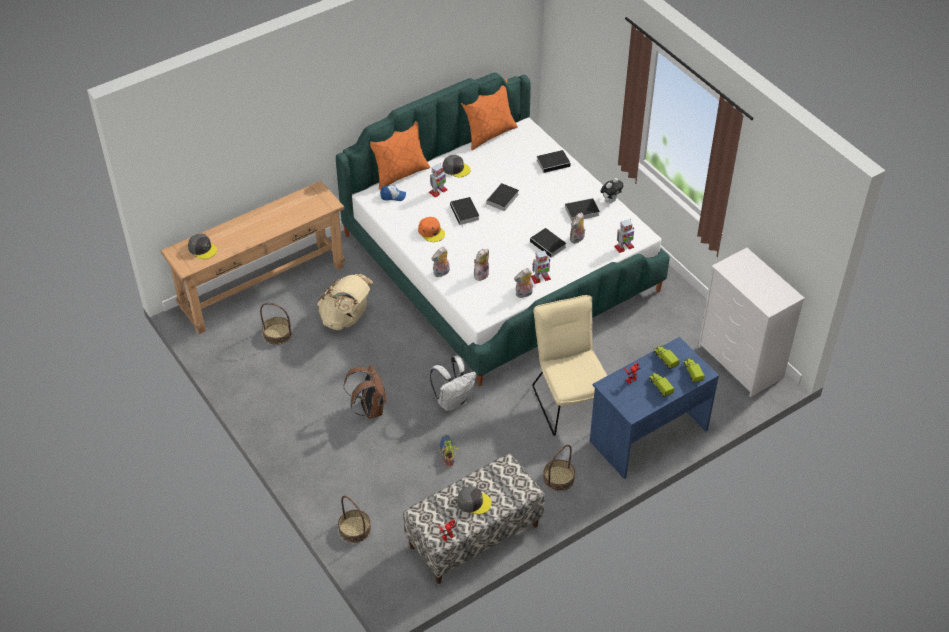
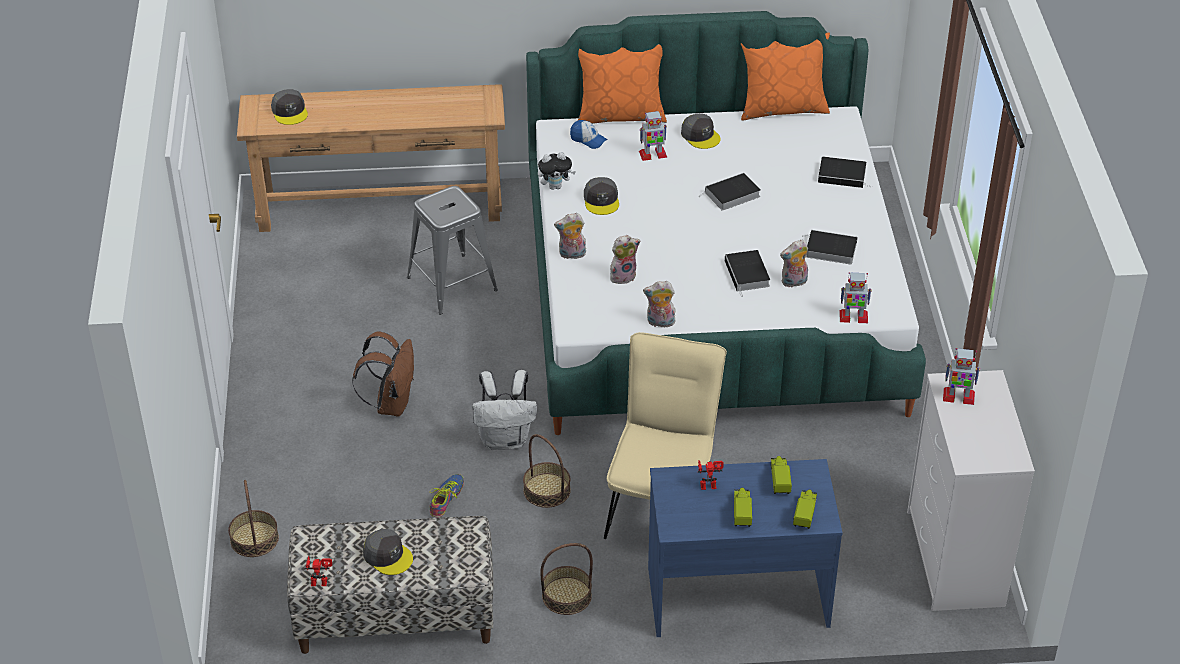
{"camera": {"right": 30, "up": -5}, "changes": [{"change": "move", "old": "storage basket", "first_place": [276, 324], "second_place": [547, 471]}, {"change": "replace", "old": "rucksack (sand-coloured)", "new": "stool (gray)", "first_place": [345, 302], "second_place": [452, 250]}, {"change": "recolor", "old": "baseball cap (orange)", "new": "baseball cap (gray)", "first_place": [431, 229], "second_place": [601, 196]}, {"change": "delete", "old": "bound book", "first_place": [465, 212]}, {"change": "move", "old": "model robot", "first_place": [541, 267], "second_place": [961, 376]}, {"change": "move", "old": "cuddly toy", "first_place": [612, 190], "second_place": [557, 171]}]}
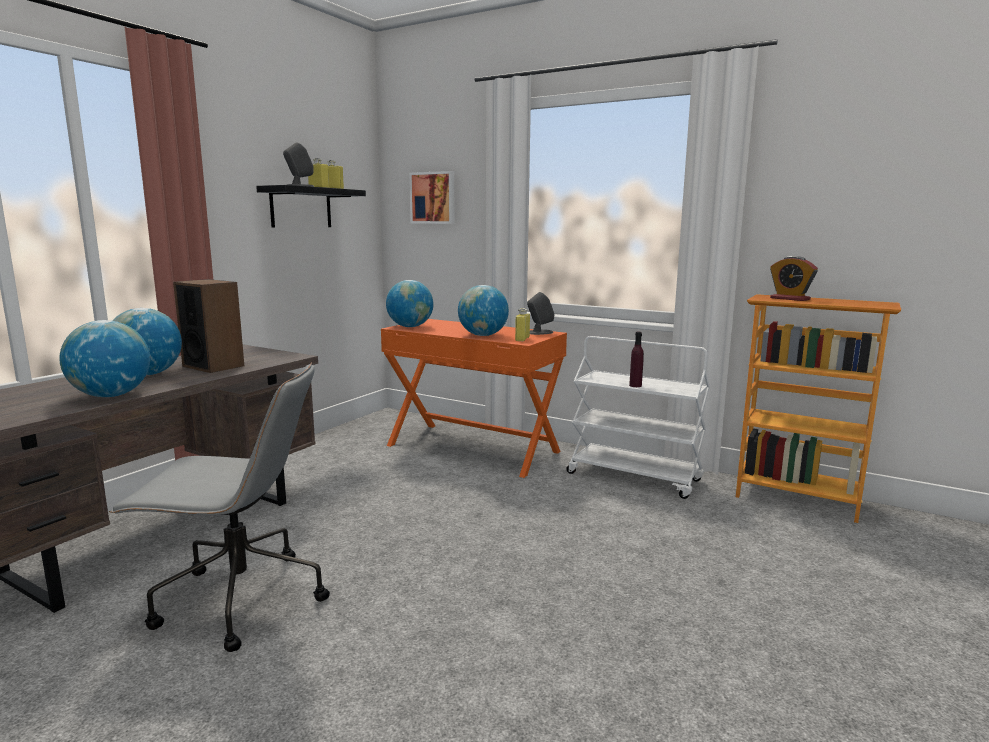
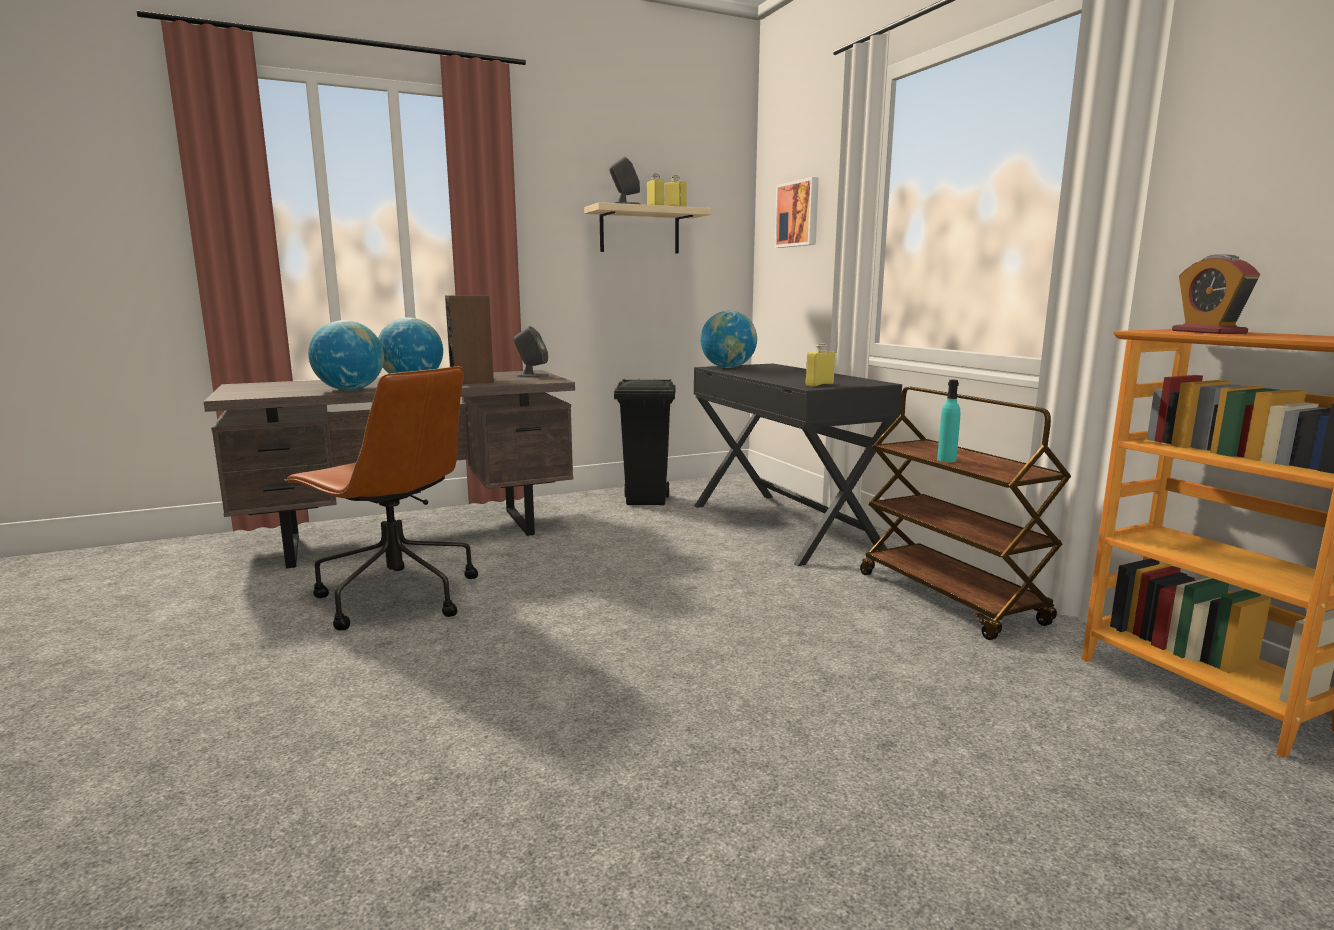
{"camera": {"right": 35, "up": 0}, "changes": [{"change": "recolor", "old": "desk chair (gray)", "new": "desk chair (brownish)", "first_place": [219, 507], "second_place": [381, 498]}, {"change": "recolor", "old": "bracket shelf (black-coloured)", "new": "bracket shelf (sand-coloured)", "first_place": [311, 206], "second_place": [647, 228]}, {"change": "recolor", "old": "desk (orange)", "new": "desk (black-coloured)", "first_place": [474, 398], "second_place": [798, 465]}, {"change": "delete", "old": "globe", "first_place": [483, 310]}, {"change": "move", "old": "loudspeaker (gray)", "first_place": [540, 313], "second_place": [531, 351]}, {"change": "recolor", "old": "wheeled cart (white-coloured)", "new": "wheeled cart (brownish)", "first_place": [638, 417], "second_place": [965, 513]}, {"change": "recolor", "old": "bottle (purple-coloured)", "new": "bottle (blue-green)", "first_place": [636, 359], "second_place": [948, 421]}, {"change": "insert", "new": "trash can (black-coloured)", "second_place": [645, 442]}]}
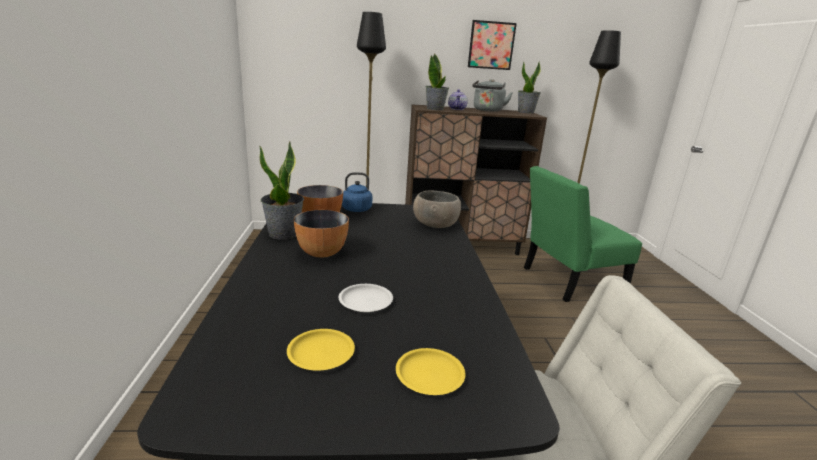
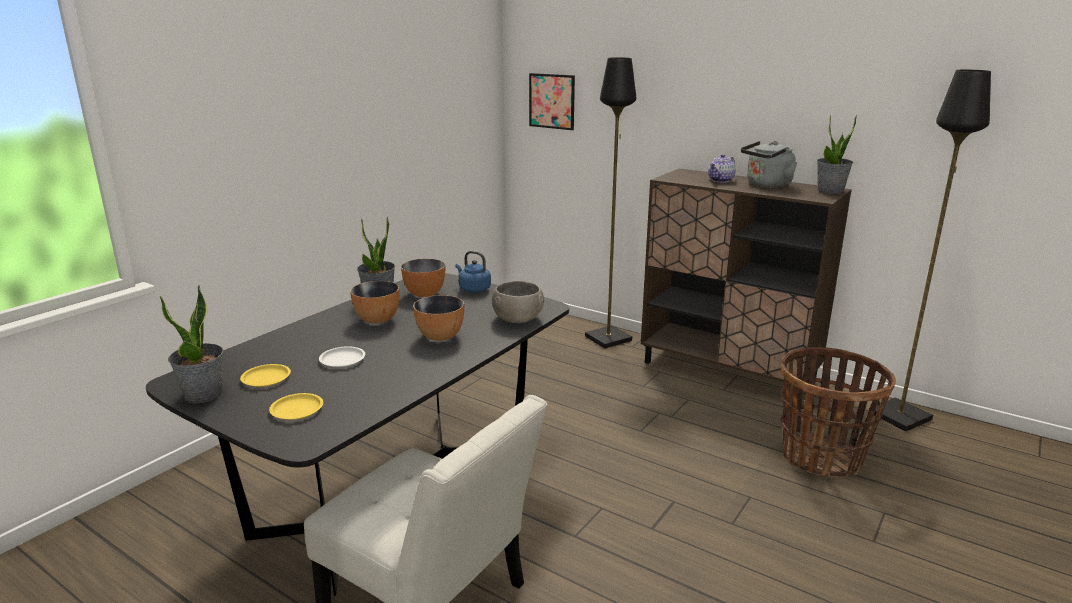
{"camera": {"right": 40, "up": 0}, "changes": [{"change": "move", "old": "houseplant", "first_place": [437, 82], "second_place": [192, 344]}, {"change": "move", "old": "wall art", "first_place": [492, 45], "second_place": [552, 101]}, {"change": "replace", "old": "chair (greenish)", "new": "storage basket", "first_place": [583, 234], "second_place": [838, 412]}, {"change": "insert", "new": "bowl", "second_place": [438, 318]}]}
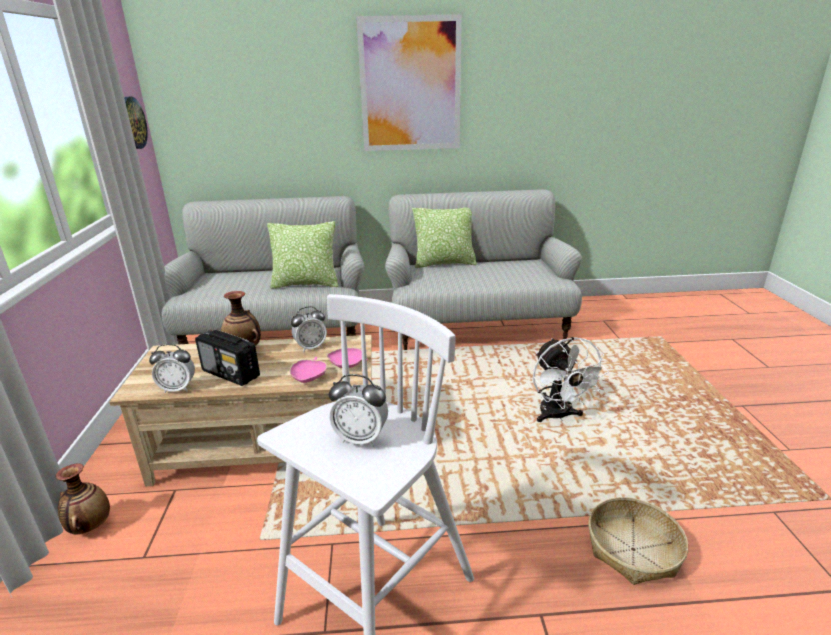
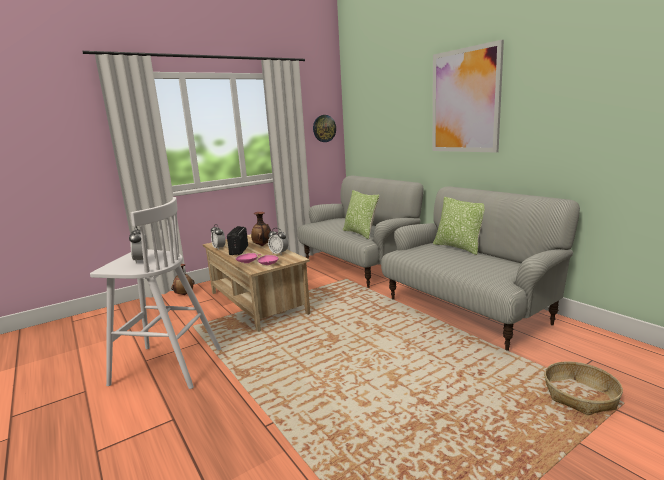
{"camera": {"right": 60, "up": -10}, "changes": [{"change": "delete", "old": "cooling fan (white-coloured)", "first_place": [571, 379]}, {"change": "move", "old": "storage basket", "first_place": [638, 541], "second_place": [583, 388]}]}
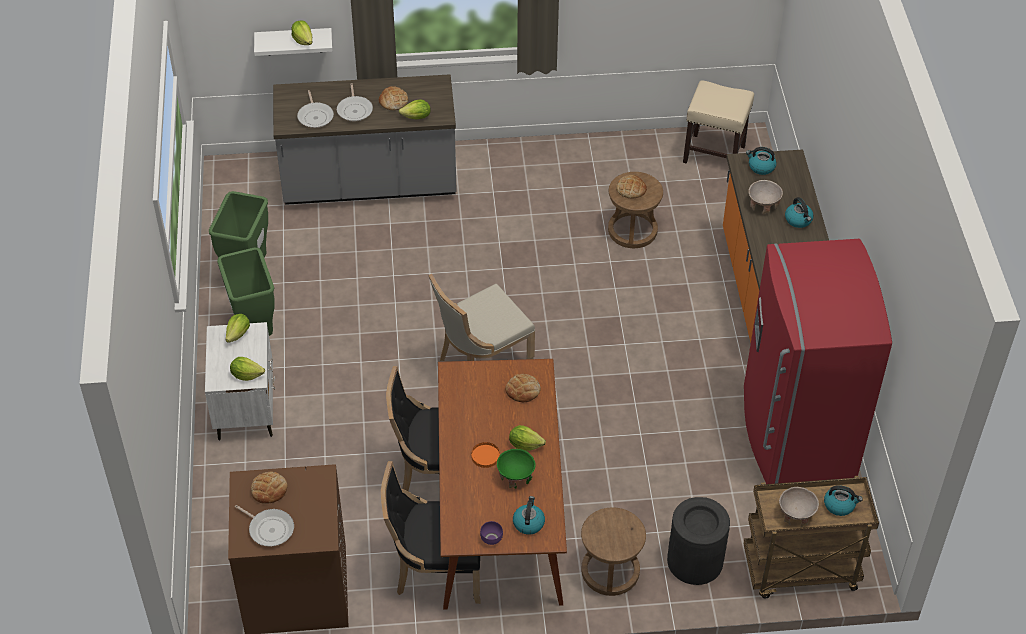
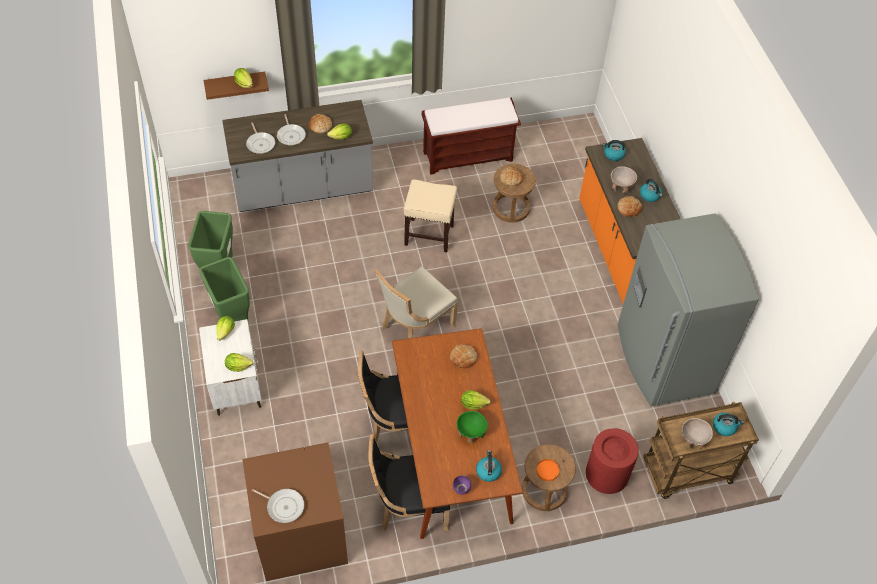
{"camera": {"right": -10, "up": 5}, "changes": [{"change": "move", "old": "bakery bread", "first_place": [269, 487], "second_place": [630, 206]}, {"change": "recolor", "old": "bracket shelf (white-coloured)", "new": "bracket shelf (brownish)", "first_place": [293, 42], "second_place": [236, 85]}, {"change": "move", "old": "dinner plate (orange)", "first_place": [485, 455], "second_place": [547, 470]}, {"change": "recolor", "old": "trash can (black-coloured)", "new": "trash can (red)", "first_place": [698, 541], "second_place": [612, 461]}, {"change": "move", "old": "stool (sand-coloured)", "first_place": [718, 121], "second_place": [430, 215]}, {"change": "recolor", "old": "fridge (red)", "new": "fridge (gray)", "first_place": [818, 361], "second_place": [688, 310]}, {"change": "insert", "new": "long seat (brownish)", "second_place": [471, 136]}]}
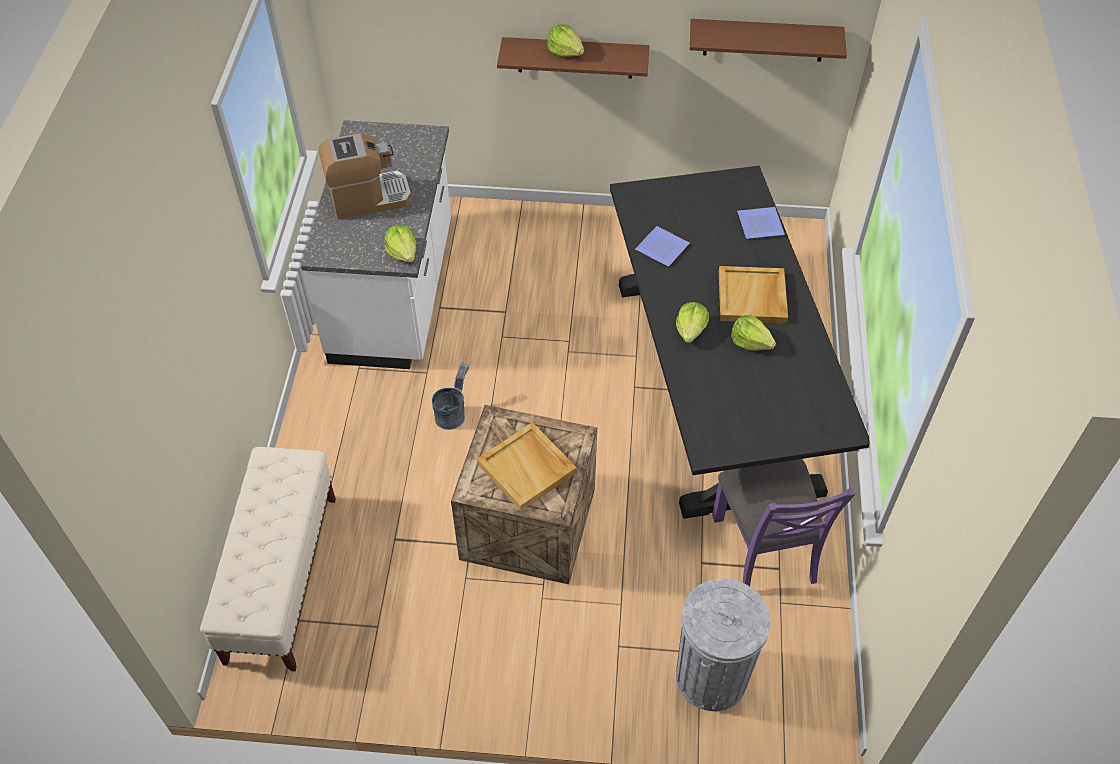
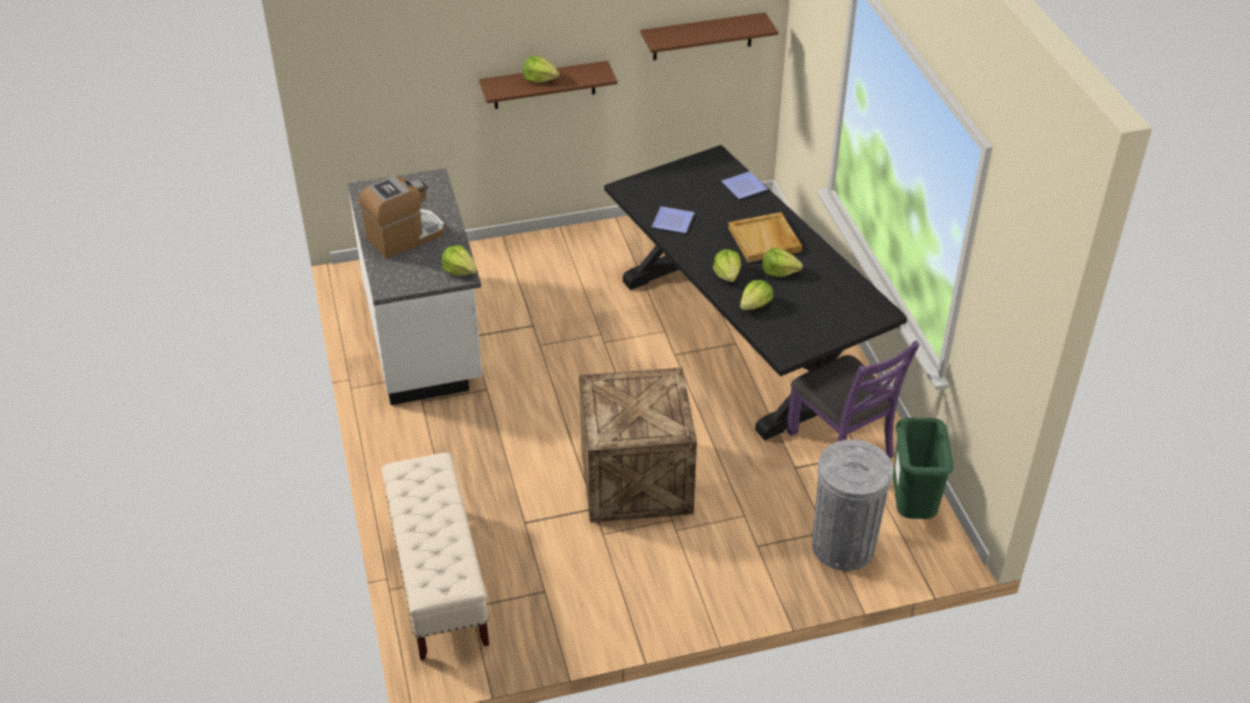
{"camera": {"right": -20, "up": -10}, "changes": [{"change": "delete", "old": "water bucket (gray)", "first_place": [450, 395]}, {"change": "delete", "old": "serving tray (sand-coloured)", "first_place": [527, 466]}, {"change": "insert", "new": "head of lettuce", "second_place": [756, 295]}, {"change": "insert", "new": "trash can (greenish)", "second_place": [923, 468]}]}
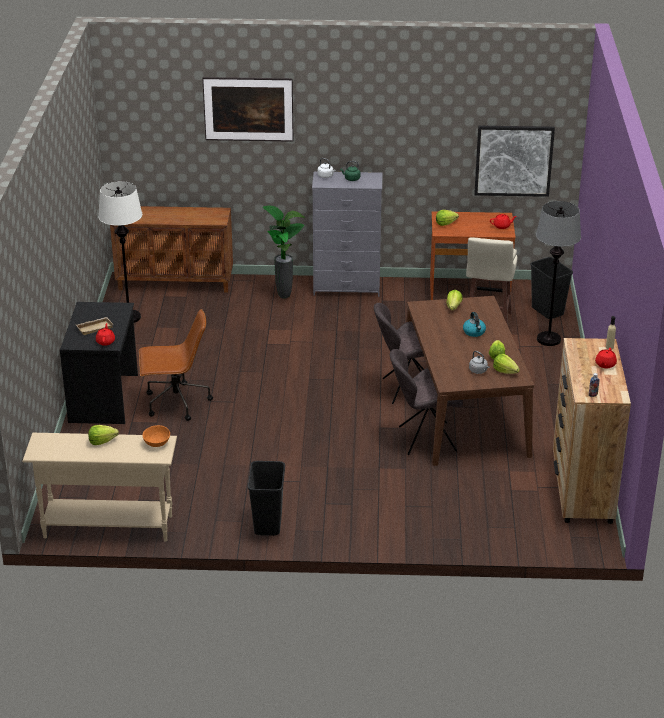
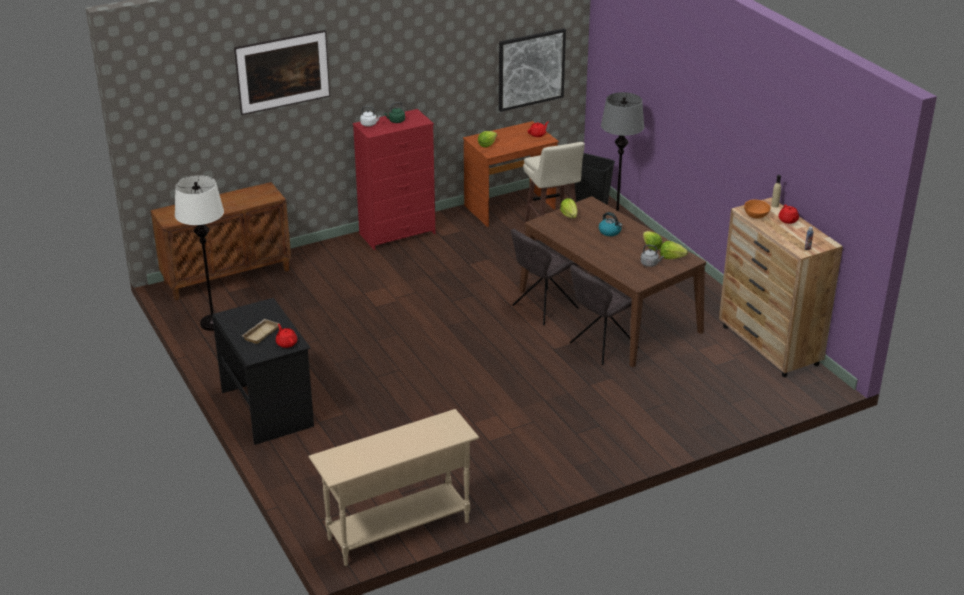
{"camera": {"right": -30, "up": 0}, "changes": [{"change": "delete", "old": "head of lettuce", "first_place": [103, 435]}, {"change": "delete", "old": "desk chair (brownish)", "first_place": [176, 365]}, {"change": "move", "old": "bowl (orange)", "first_place": [156, 436], "second_place": [757, 209]}, {"change": "delete", "old": "trash can (black-coloured)", "first_place": [266, 498]}, {"change": "delete", "old": "houseplant", "first_place": [284, 252]}, {"change": "recolor", "old": "chest of drawers (gray)", "new": "chest of drawers (red)", "first_place": [347, 234], "second_place": [394, 179]}]}
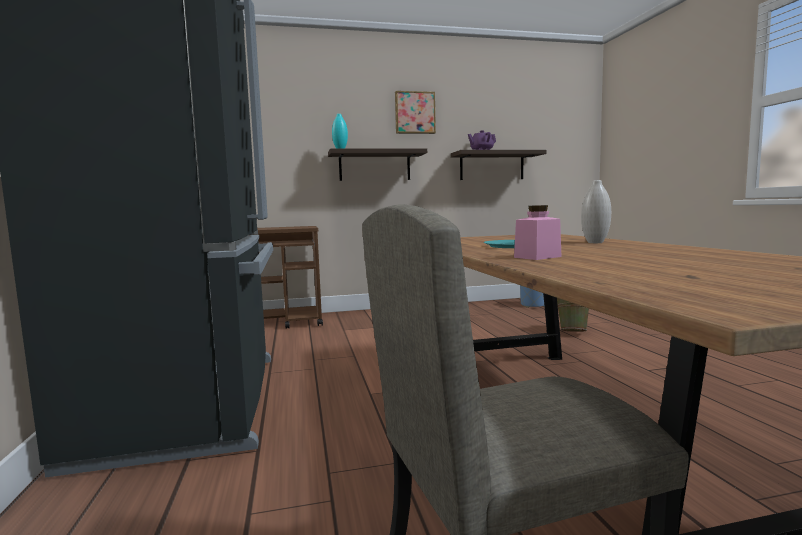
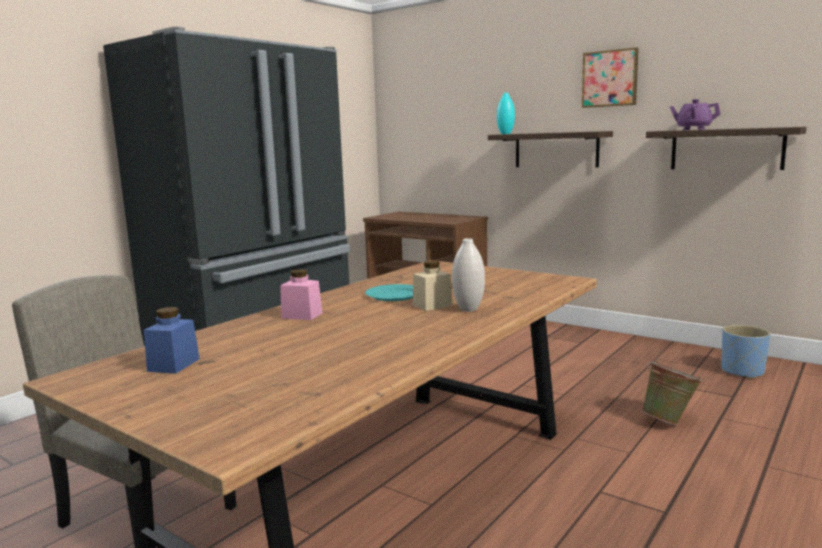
{"camera": {"right": 50, "up": 5}, "changes": [{"change": "insert", "new": "storage jar (bluish)", "second_place": [172, 340]}, {"change": "insert", "new": "storage jar (sand-coloured)", "second_place": [433, 286]}]}
